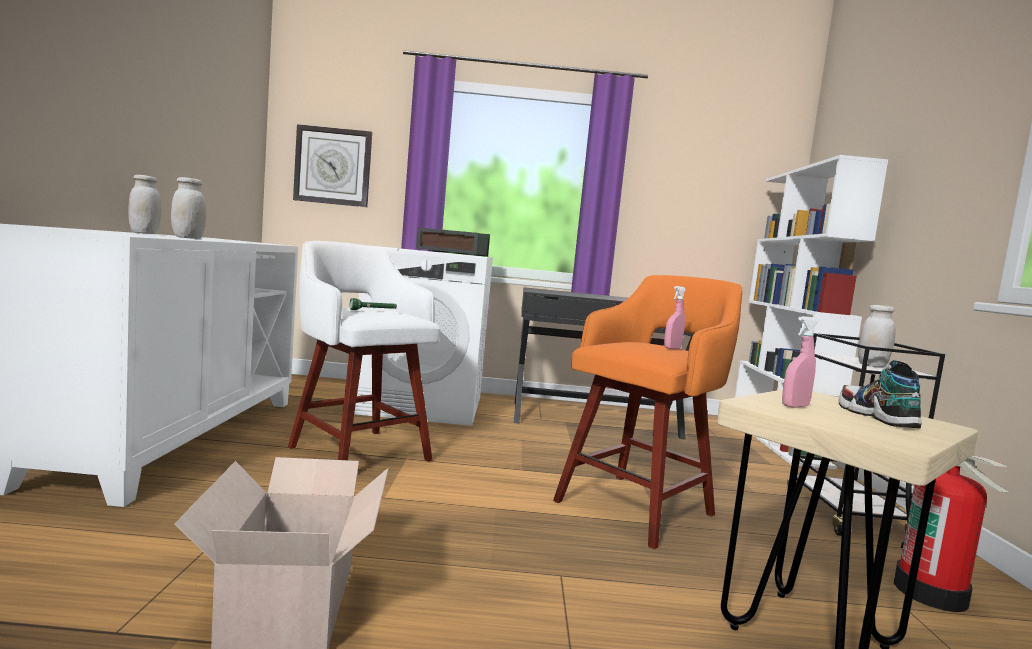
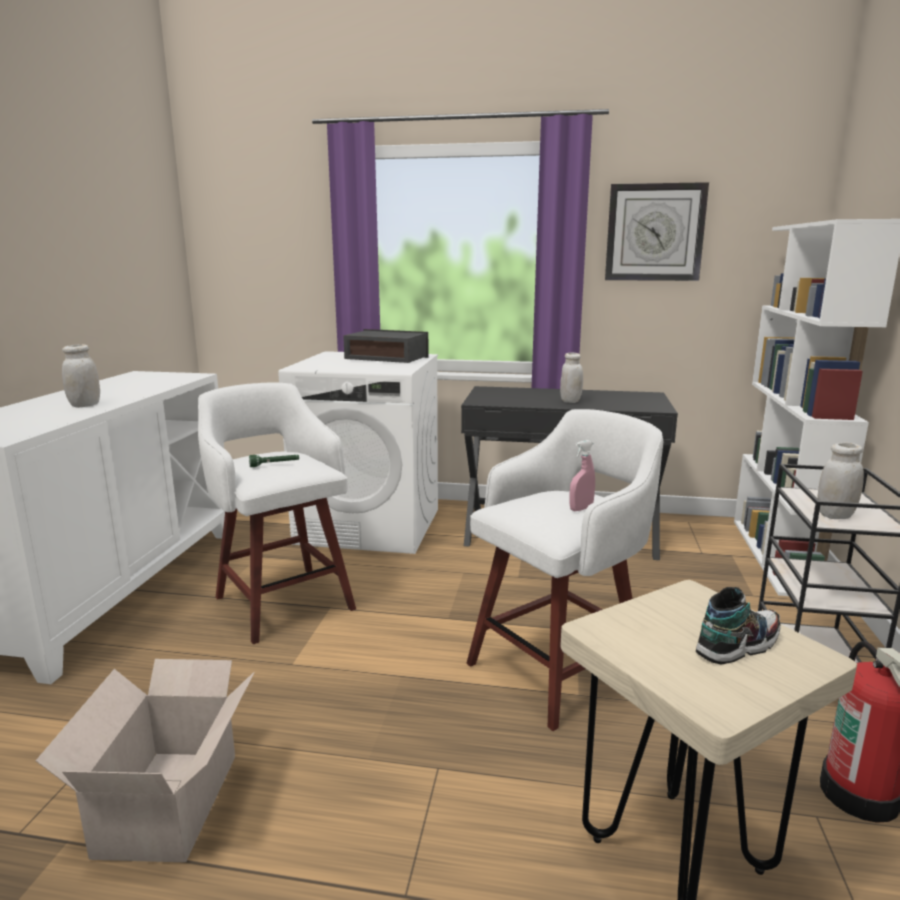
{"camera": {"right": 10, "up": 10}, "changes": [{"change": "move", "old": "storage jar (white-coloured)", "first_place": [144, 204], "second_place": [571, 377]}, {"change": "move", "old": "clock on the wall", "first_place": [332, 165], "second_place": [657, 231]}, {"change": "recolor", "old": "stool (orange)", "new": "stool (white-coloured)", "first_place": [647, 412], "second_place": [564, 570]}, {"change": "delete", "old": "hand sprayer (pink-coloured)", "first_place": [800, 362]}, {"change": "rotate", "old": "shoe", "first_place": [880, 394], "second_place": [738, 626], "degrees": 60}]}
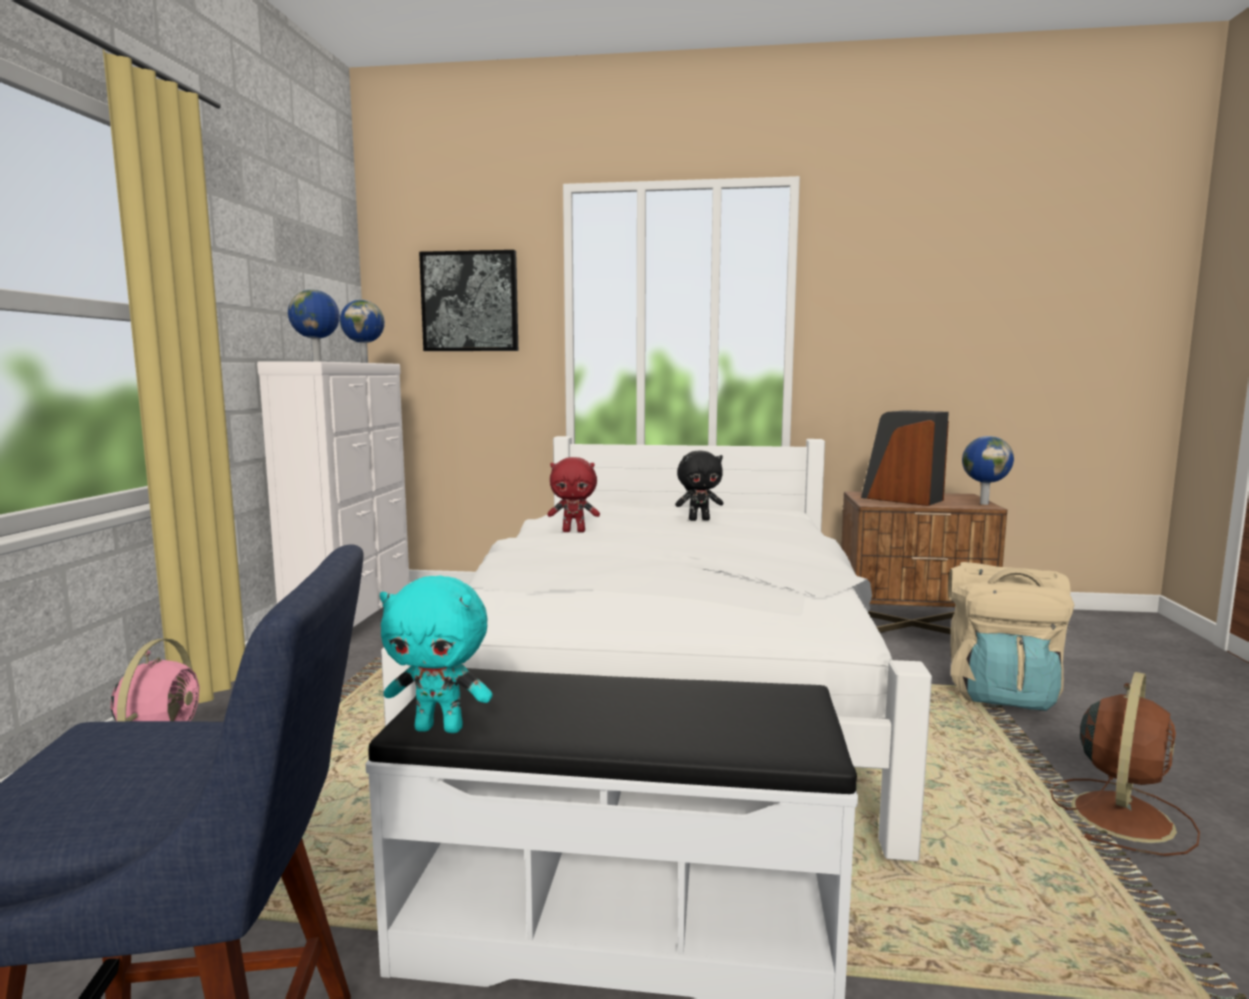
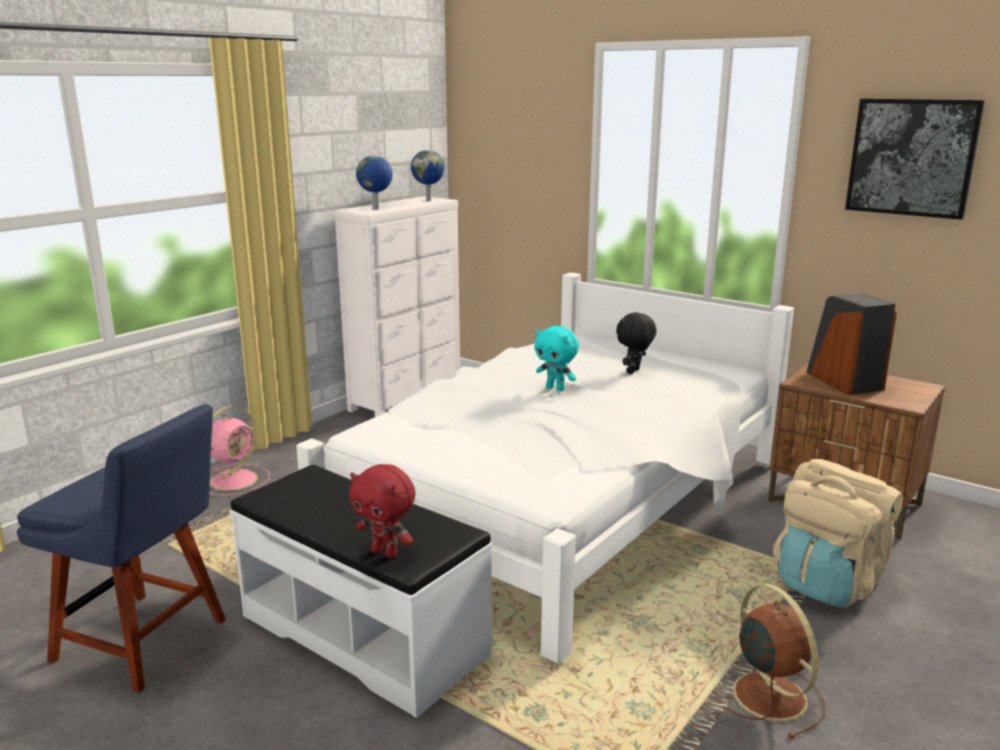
{"camera": {"right": 30, "up": 10}, "changes": [{"change": "move", "old": "cuddly toy (blue-green)", "first_place": [436, 654], "second_place": [556, 358]}, {"change": "move", "old": "wall art", "first_place": [468, 300], "second_place": [915, 159]}, {"change": "move", "old": "cuddly toy (red)", "first_place": [573, 494], "second_place": [382, 511]}, {"change": "rotate", "old": "cuddly toy (black-coloured)", "first_place": [699, 486], "second_place": [636, 343], "degrees": 105}, {"change": "delete", "old": "globe", "first_place": [988, 470]}, {"change": "rotate", "old": "cooling fan (brownish)", "first_place": [1125, 764], "second_place": [768, 661], "degrees": -90}]}
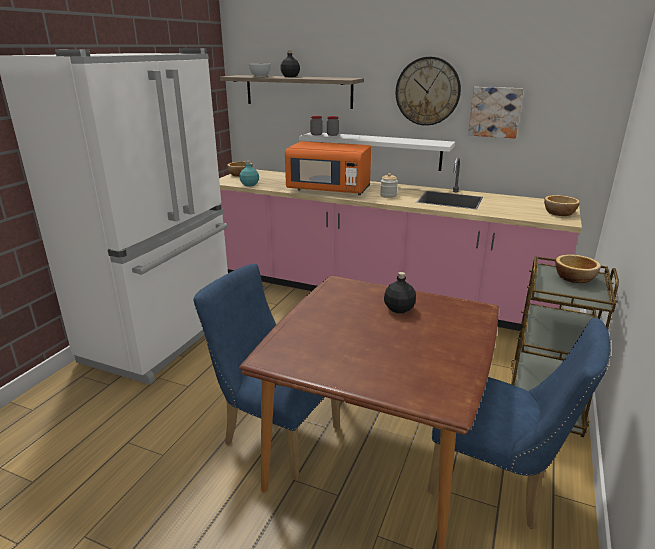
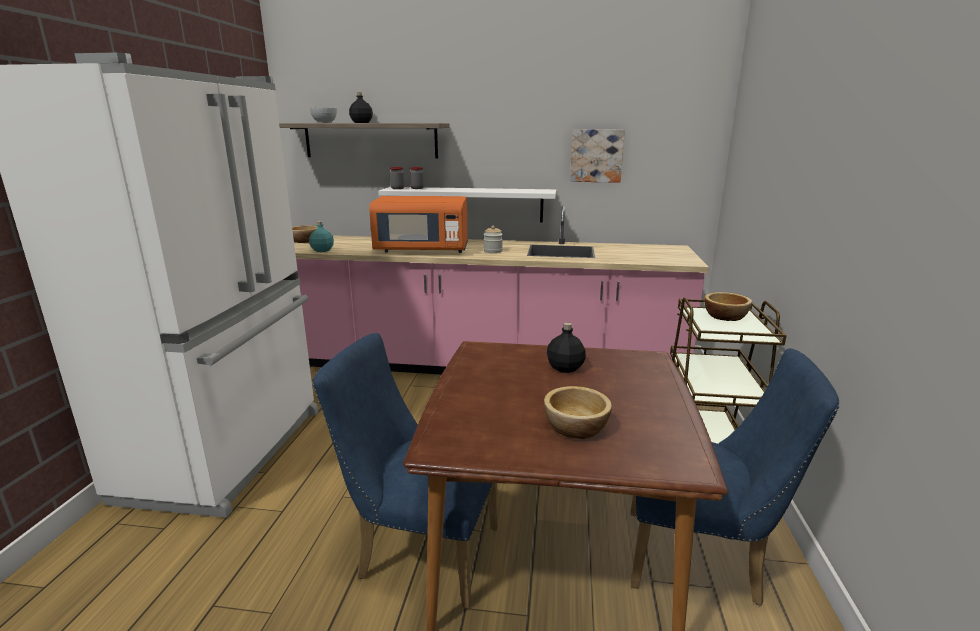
{"camera": {"right": -15, "up": -5}, "changes": [{"change": "delete", "old": "clock on the wall", "first_place": [428, 91]}, {"change": "move", "old": "bowl", "first_place": [562, 205], "second_place": [578, 412]}]}
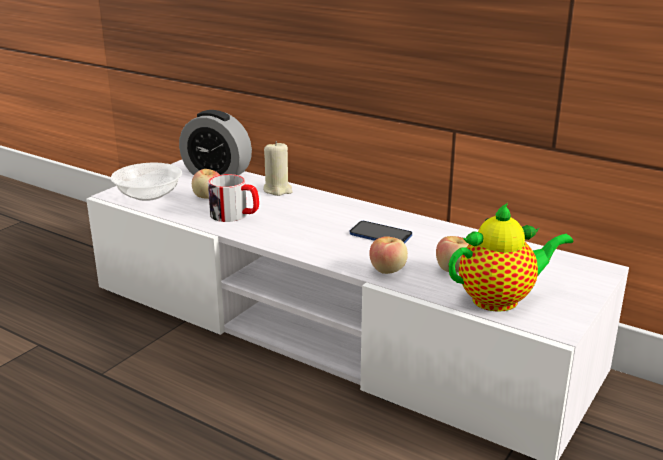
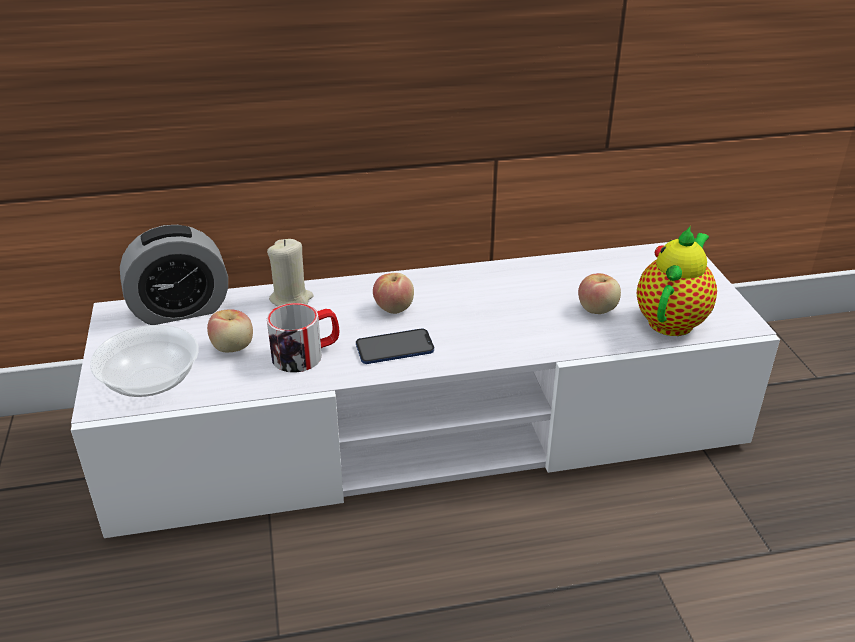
{"camera": {"right": -45, "up": 10}, "changes": [{"change": "move", "old": "telephone", "first_place": [381, 232], "second_place": [395, 346]}, {"change": "move", "old": "whole apple", "first_place": [388, 255], "second_place": [393, 293]}]}
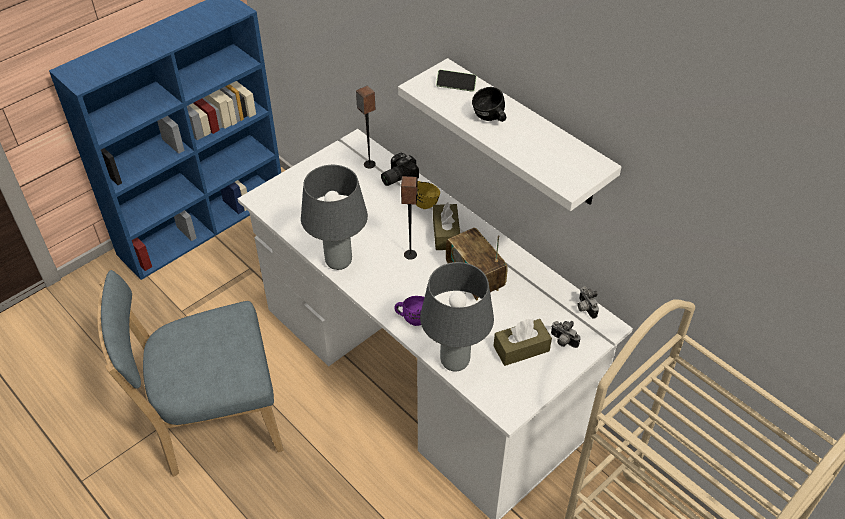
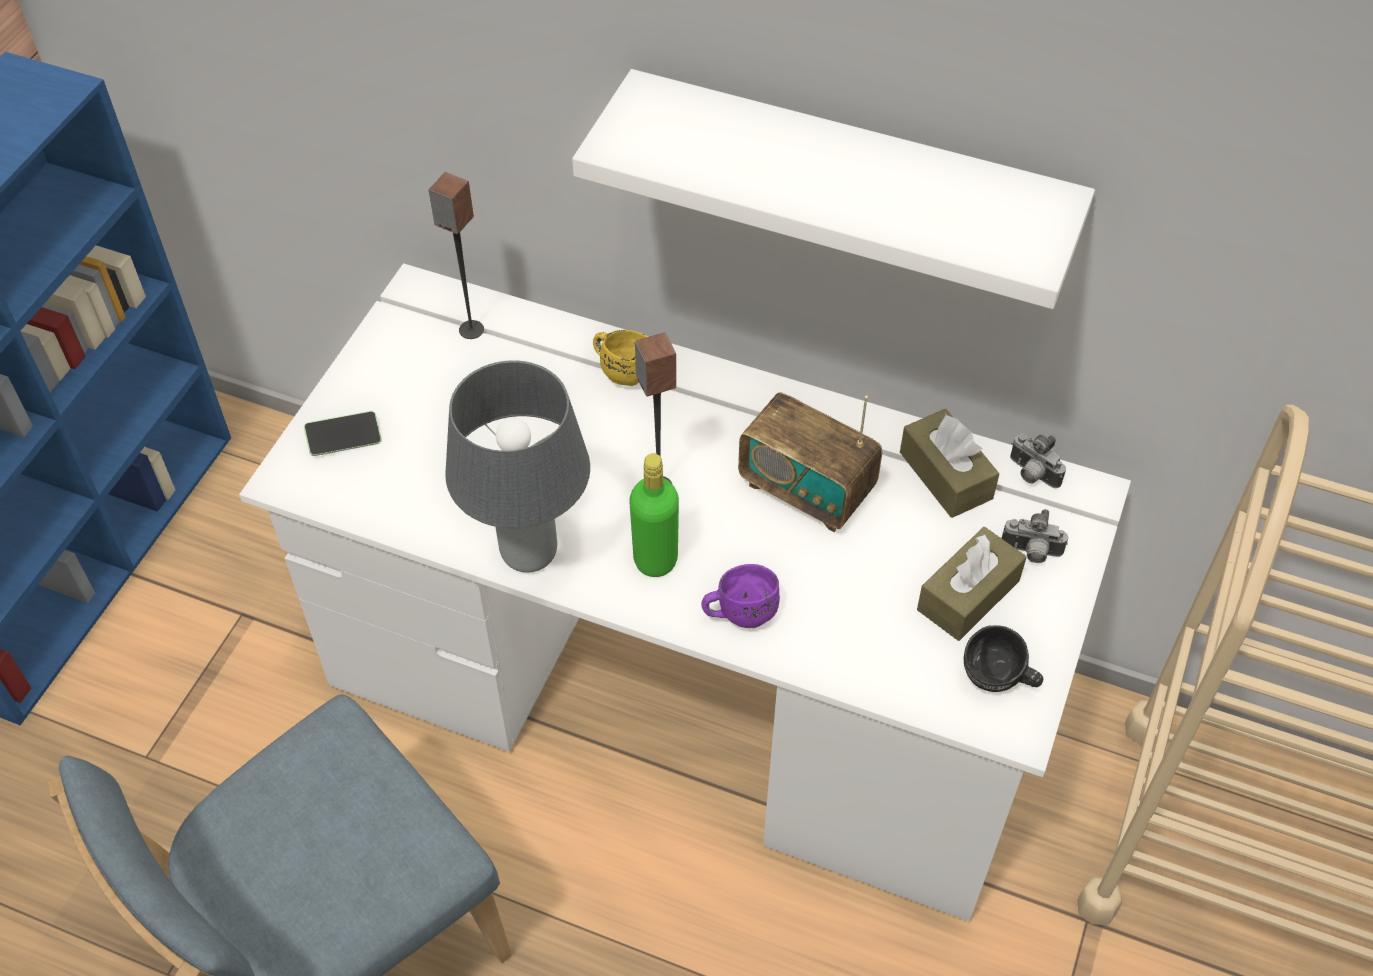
{"camera": {"right": -25, "up": 5}, "changes": [{"change": "delete", "old": "photo camera", "first_place": [400, 169]}, {"change": "delete", "old": "lamp for a table (gray)", "first_place": [457, 316]}, {"change": "move", "old": "tissue box (brownish)", "first_place": [446, 226], "second_place": [950, 463]}, {"change": "move", "old": "telephone", "first_place": [456, 81], "second_place": [343, 433]}, {"change": "move", "old": "tea mug (black-coloured)", "first_place": [489, 104], "second_place": [1003, 658]}, {"change": "insert", "new": "bottle (greenish)", "second_place": [654, 515]}]}
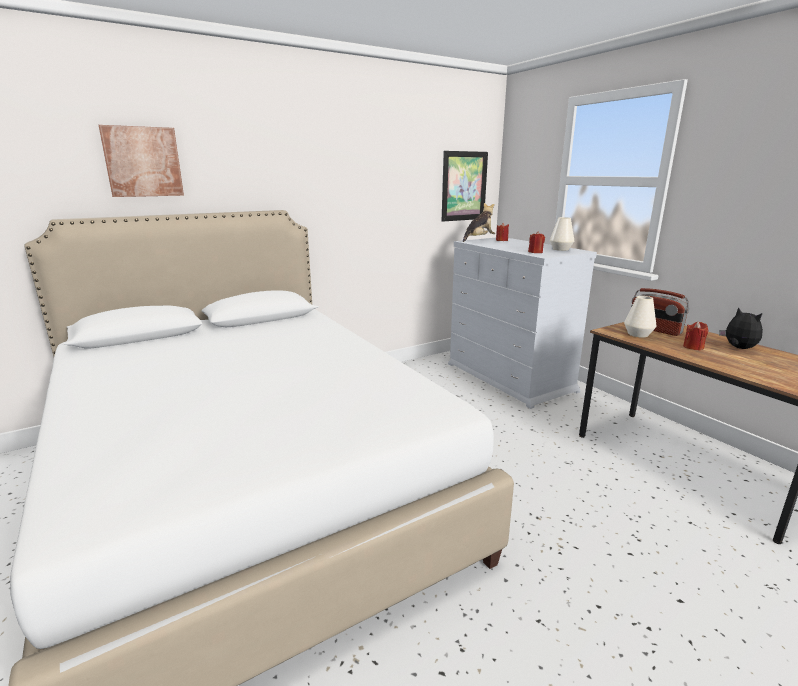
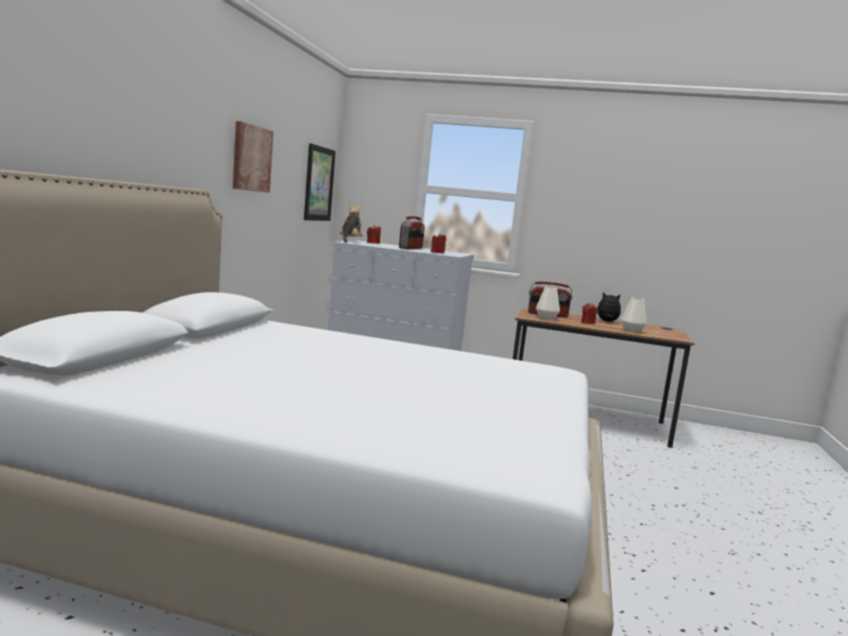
{"camera": {"right": -45, "up": -10}, "changes": [{"change": "move", "old": "wall art", "first_place": [141, 161], "second_place": [253, 157]}, {"change": "move", "old": "decorative vase (white-coloured)", "first_place": [562, 234], "second_place": [634, 315]}, {"change": "insert", "new": "radio", "second_place": [412, 232]}]}
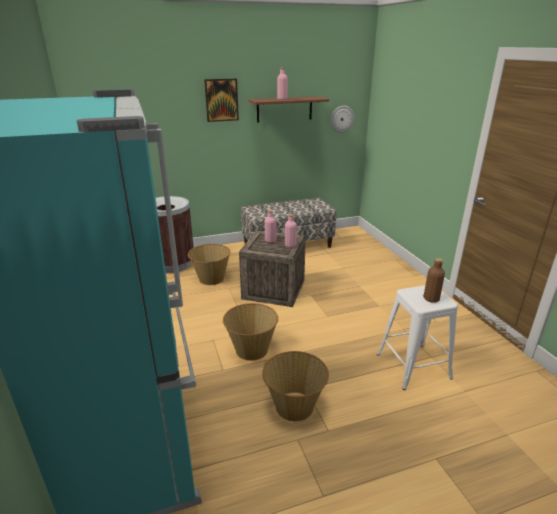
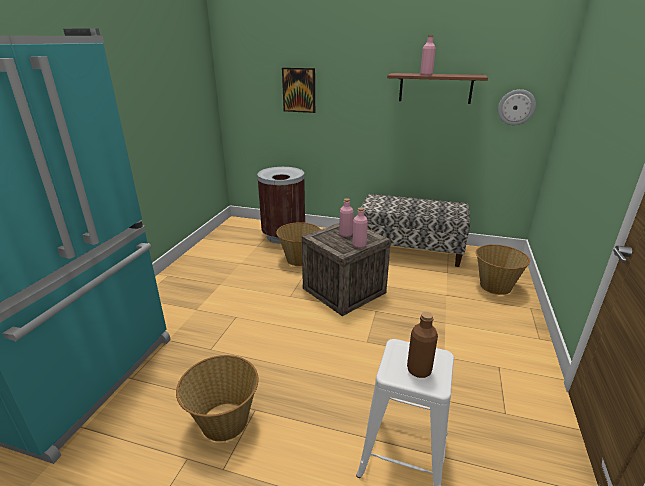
{"camera": {"right": 35, "up": 0}, "changes": [{"change": "move", "old": "wall art", "first_place": [221, 100], "second_place": [298, 90]}, {"change": "move", "old": "storage basket", "first_place": [250, 332], "second_place": [503, 269]}]}
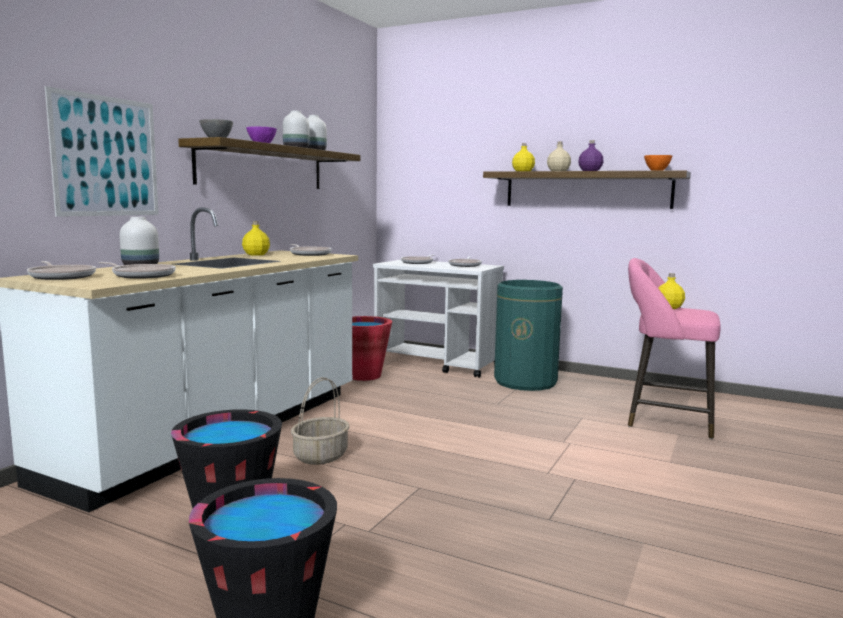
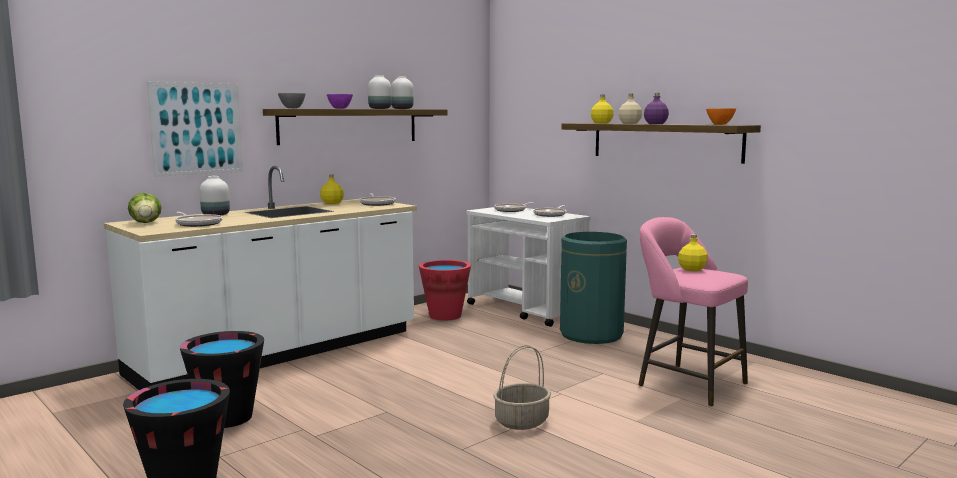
{"camera": {"right": 20, "up": 0}, "changes": [{"change": "replace", "old": "frying pan", "new": "head of lettuce", "first_place": [61, 270], "second_place": [144, 208]}, {"change": "move", "old": "storage basket", "first_place": [320, 421], "second_place": [522, 387]}]}
